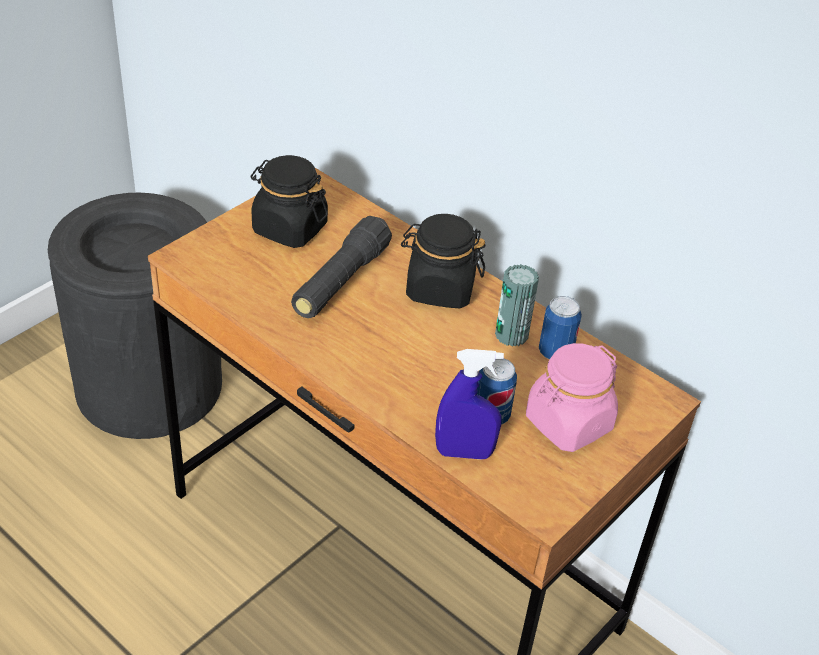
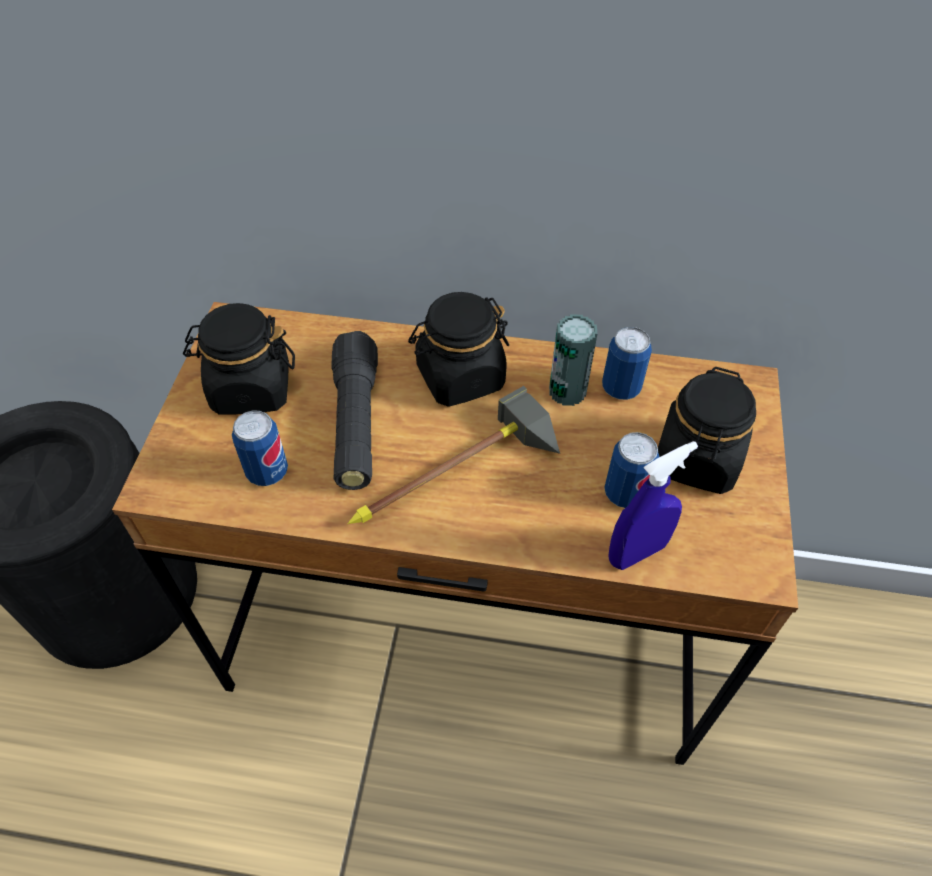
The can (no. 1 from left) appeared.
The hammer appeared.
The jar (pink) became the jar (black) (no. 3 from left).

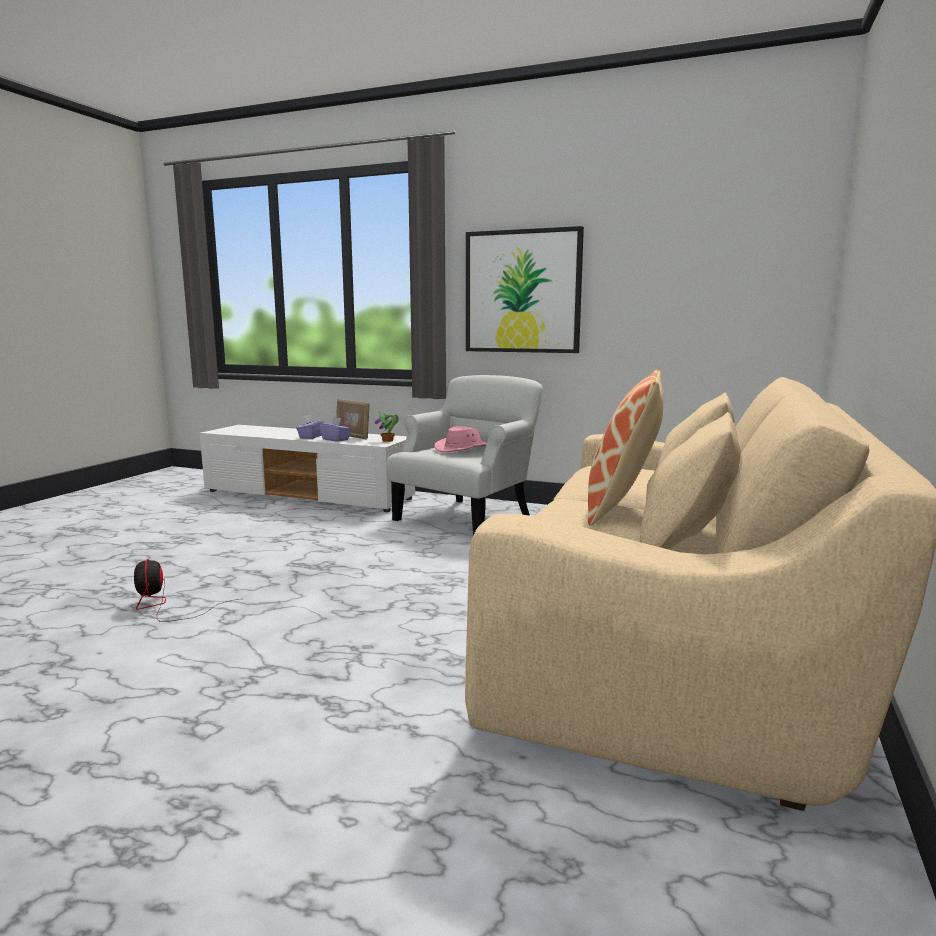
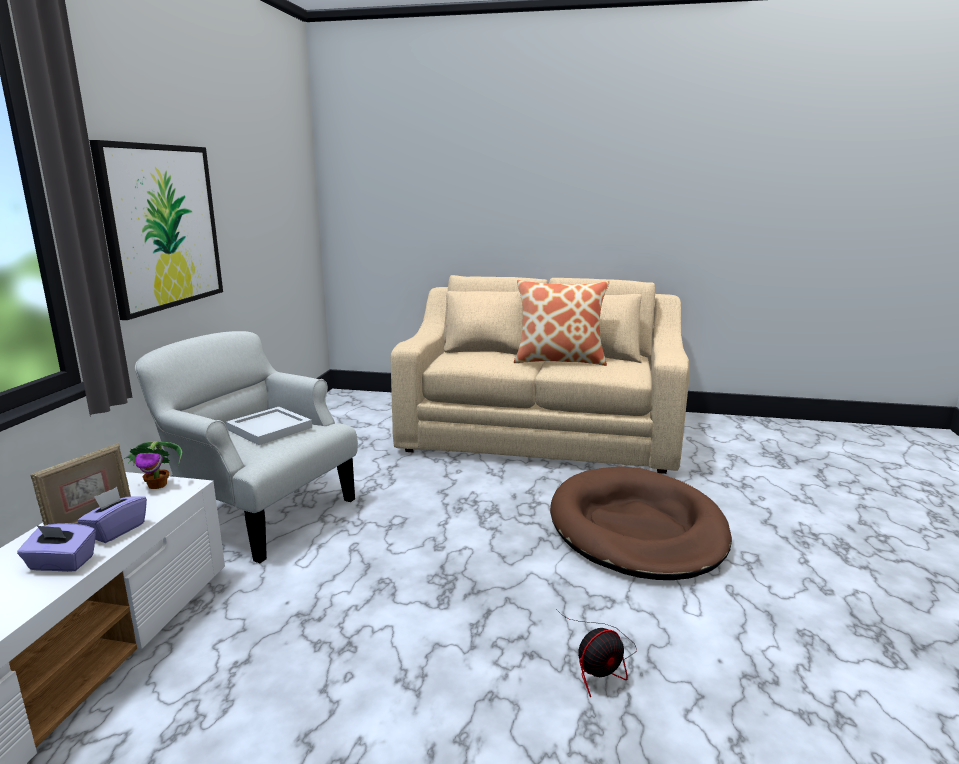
The hat (pink) was replaced by the tray (white).
The dog bed (brown) appeared.

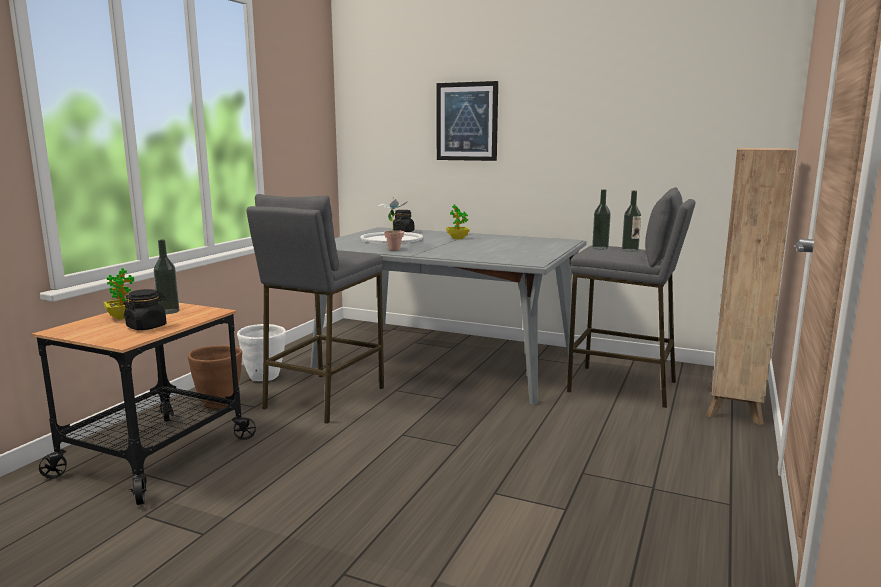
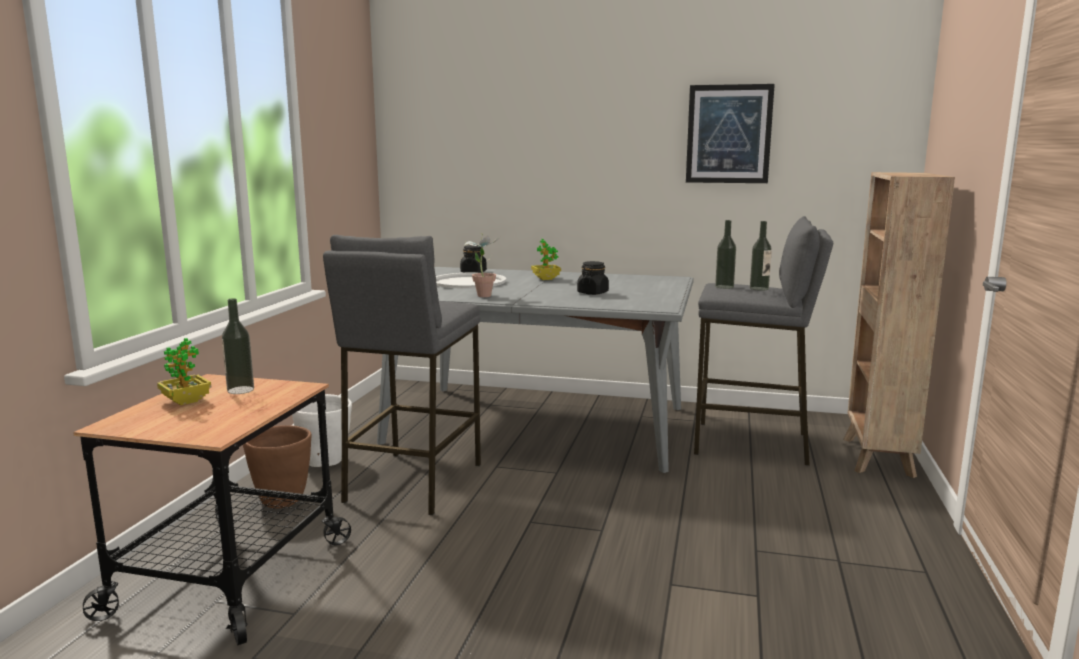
The jar (black) (no. 1 from left in the first image) moved.
The picture moved.

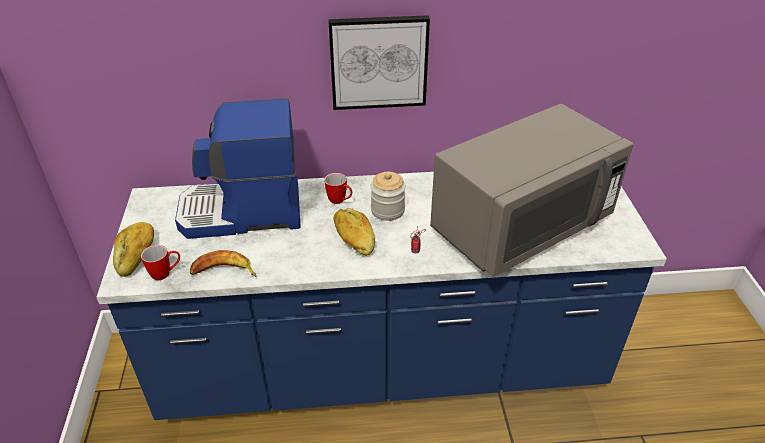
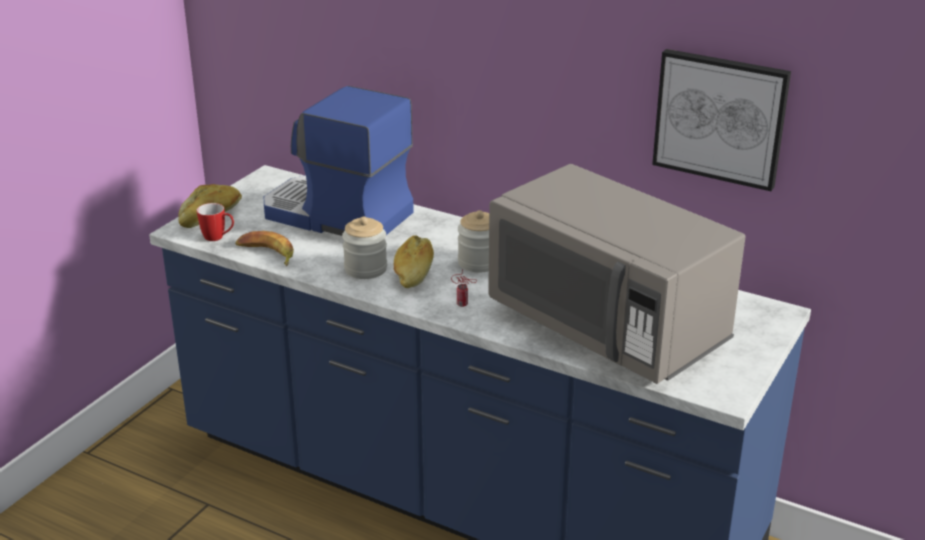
The jar (no. 1 from left) appeared.
The microwave (grey) turned 45 degrees clockwise.
The picture moved.
The mug (no. 2 from left) disappeared.

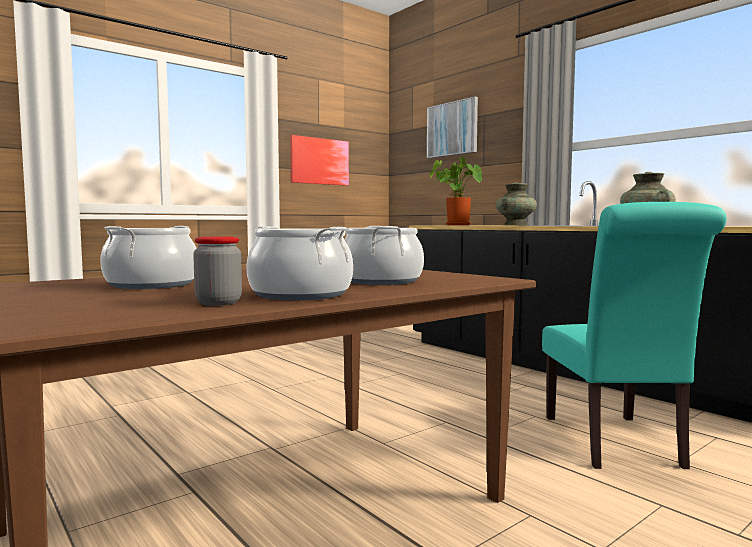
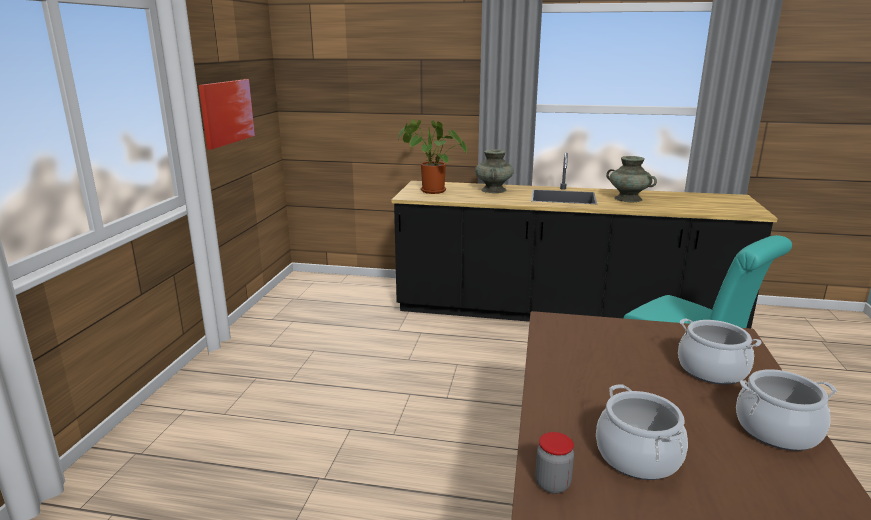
The jar moved.
The picture (no. 2 from left) disappeared.

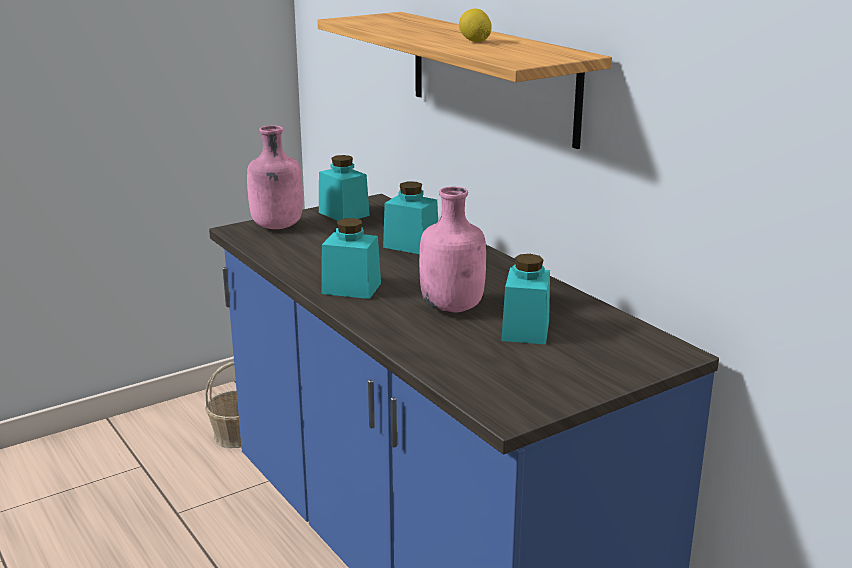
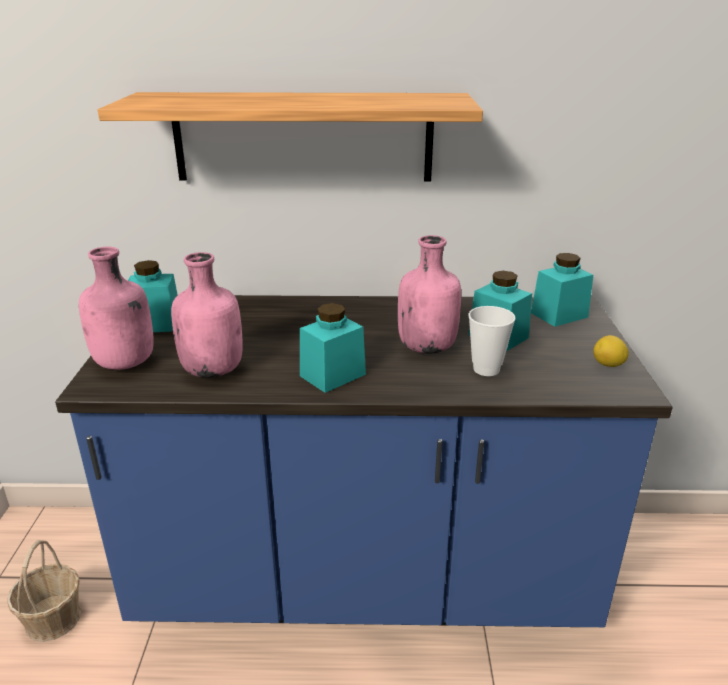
The bottle (pink) (no. 2 from left) appeared.
The cup appeared.
The jar (turquoise) (no. 3 from left in the first image) moved.
The lemon moved.

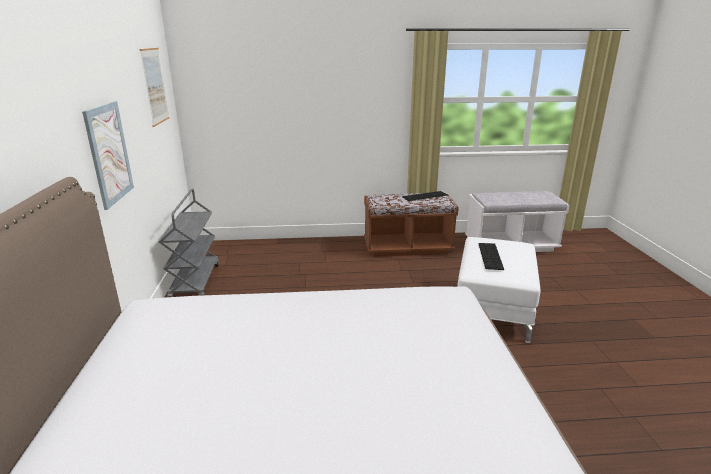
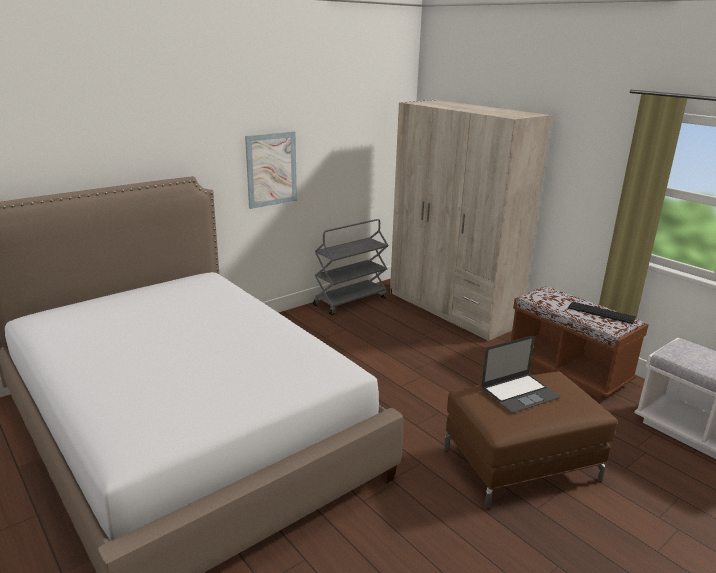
The wardrobe (beige) appeared.
The ottoman (white) became the ottoman (brown).
The keyboard (no. 2 from left) was replaced by the laptop.
The picture (no. 2 from left) disappeared.

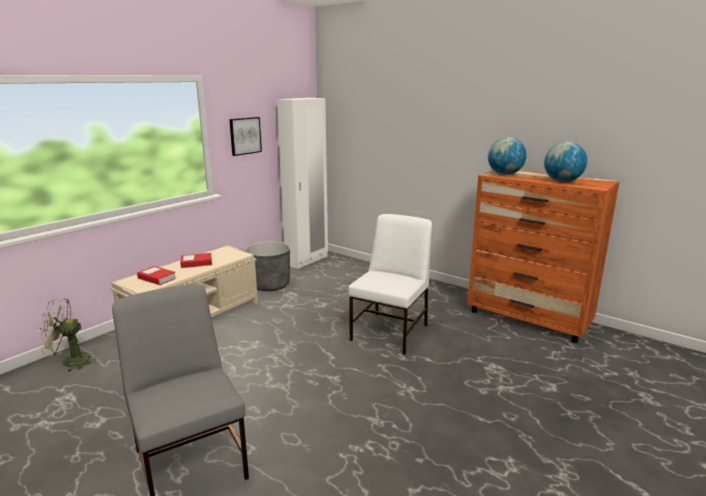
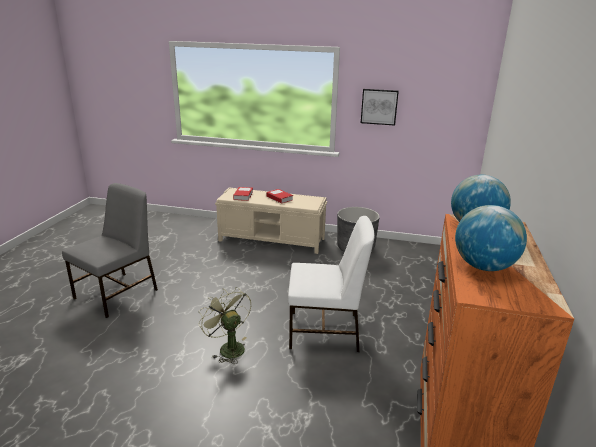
The fan (green) moved.
The wardrobe (white) disappeared.

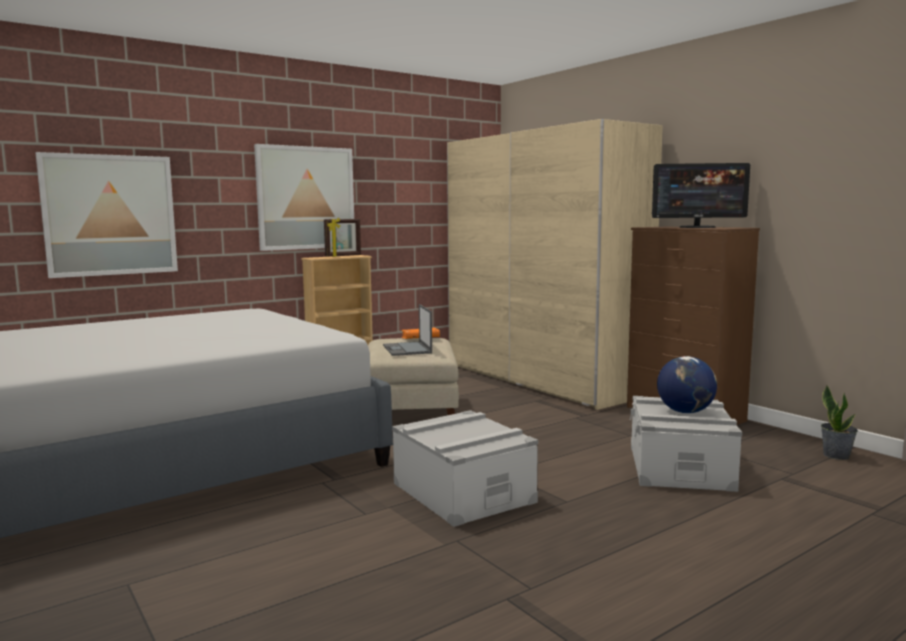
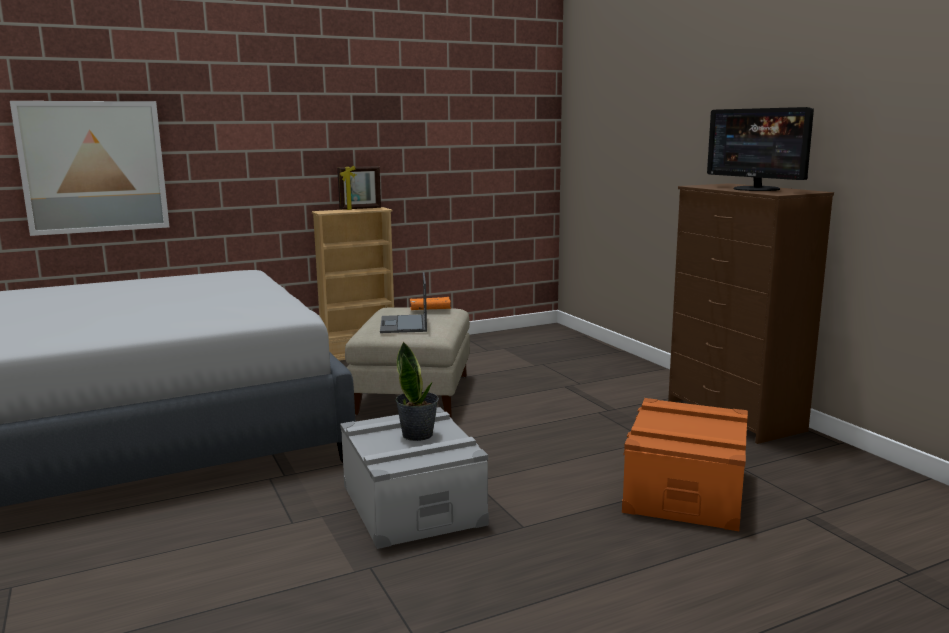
The potted plant moved.
The storage box (grey) (no. 2 from left) became the storage box (orange).
The monitor turned 45 degrees clockwise.
The picture (no. 2 from left) disappeared.
The wardrobe (beige) disappeared.
The globe disappeared.

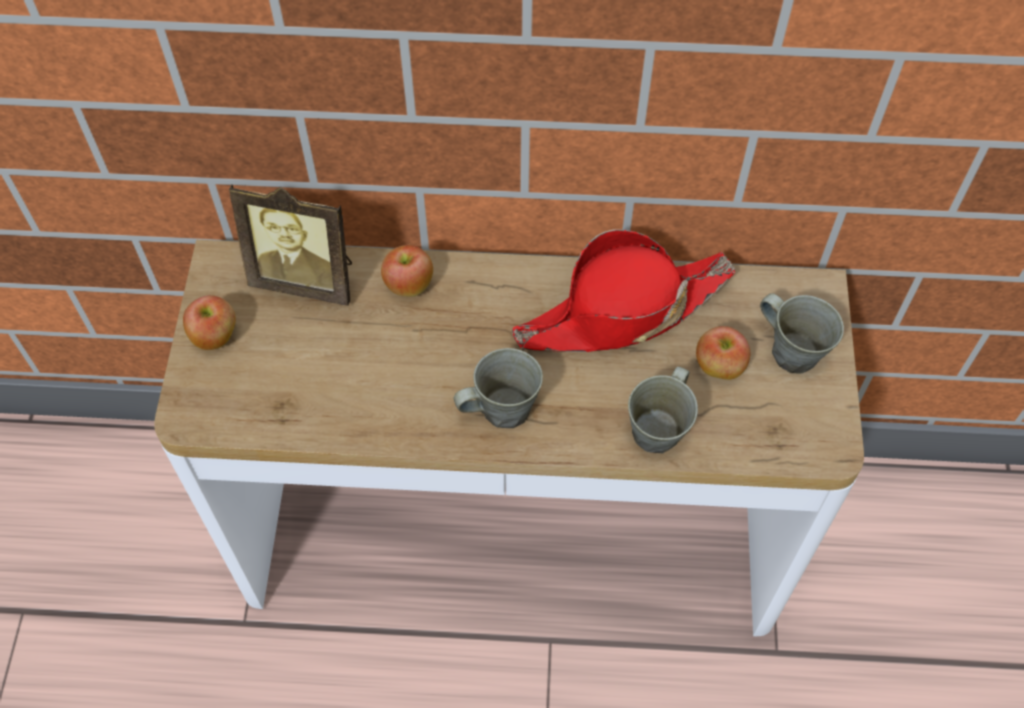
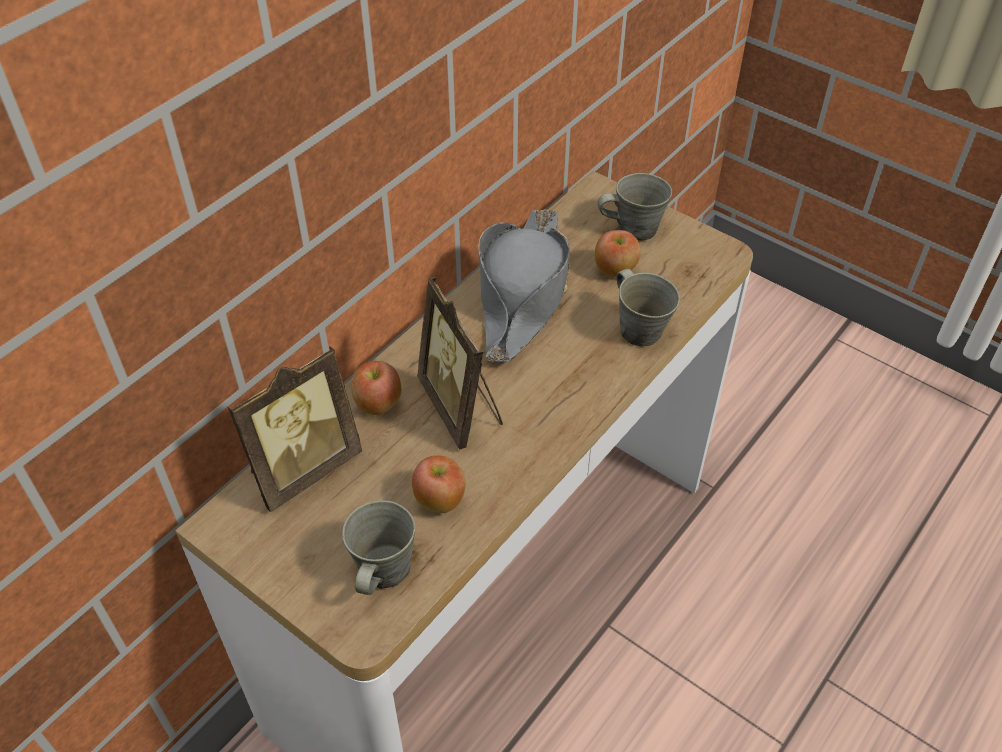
The mug (grey) (no. 1 from left) moved.
The apple (no. 1 from left in the first image) moved.
The picture frame (no. 2 from left) appeared.
The hat (red) became the hat (grey).

